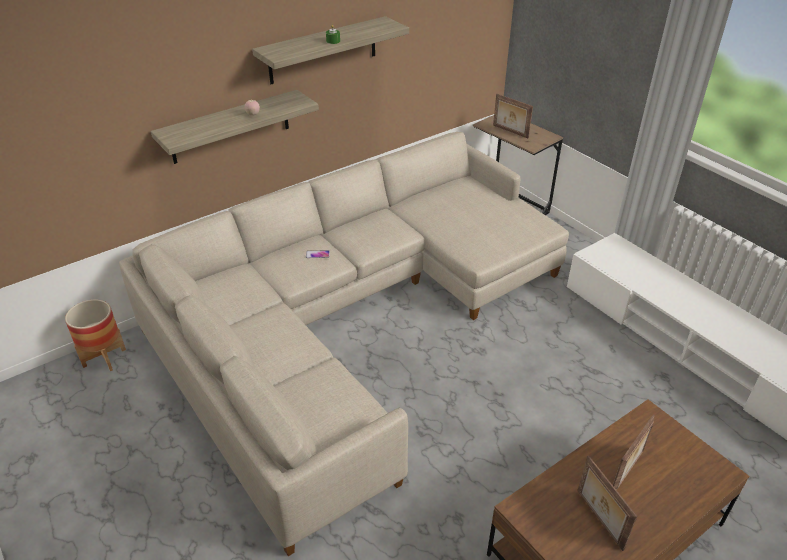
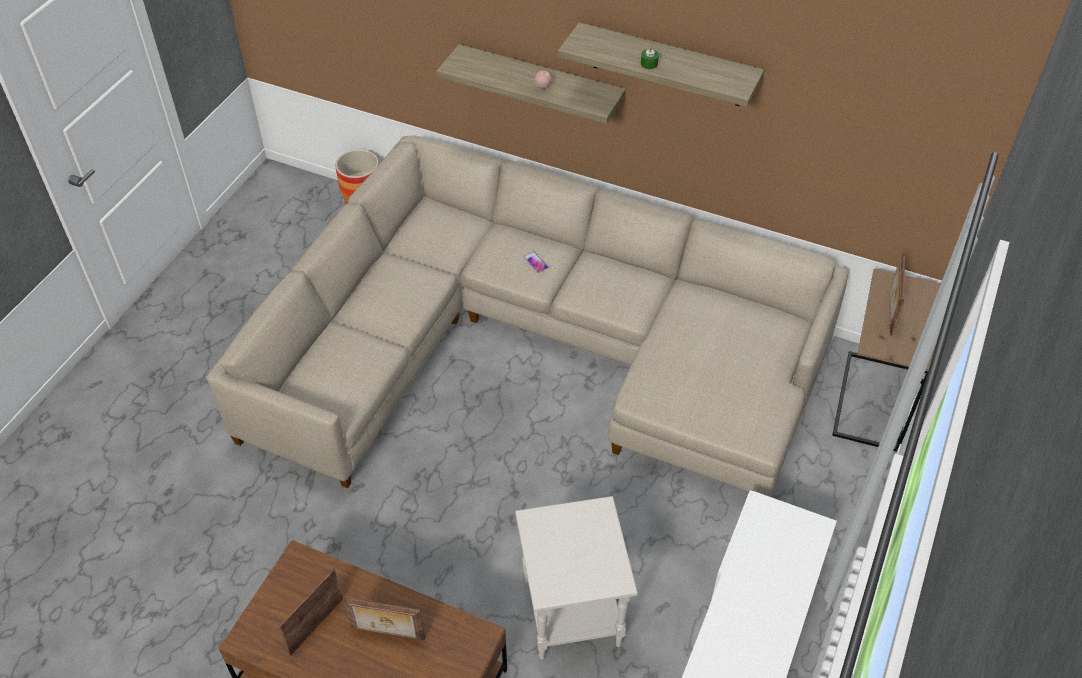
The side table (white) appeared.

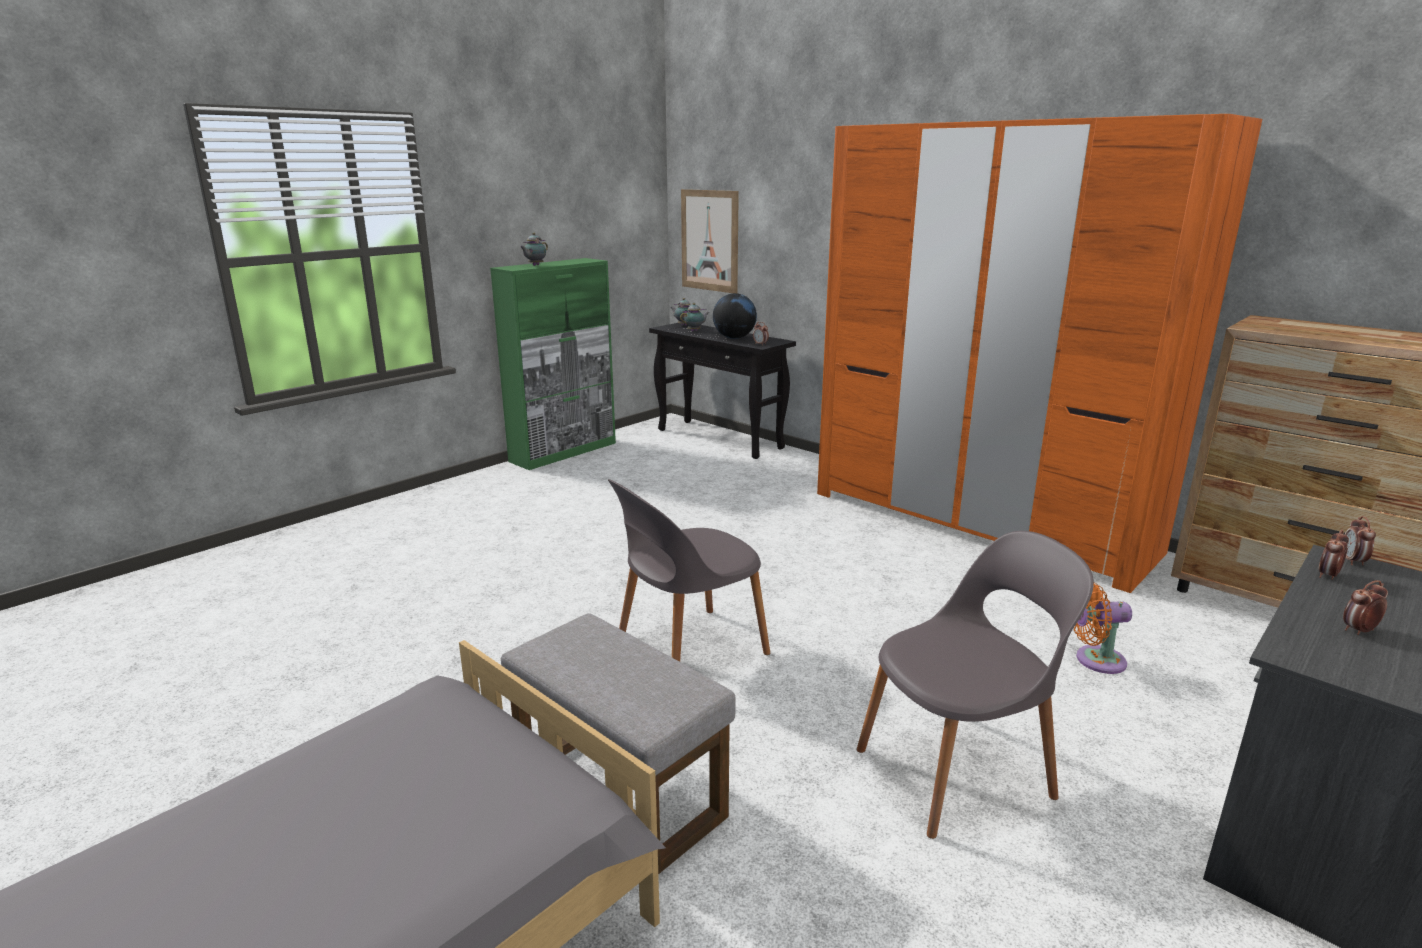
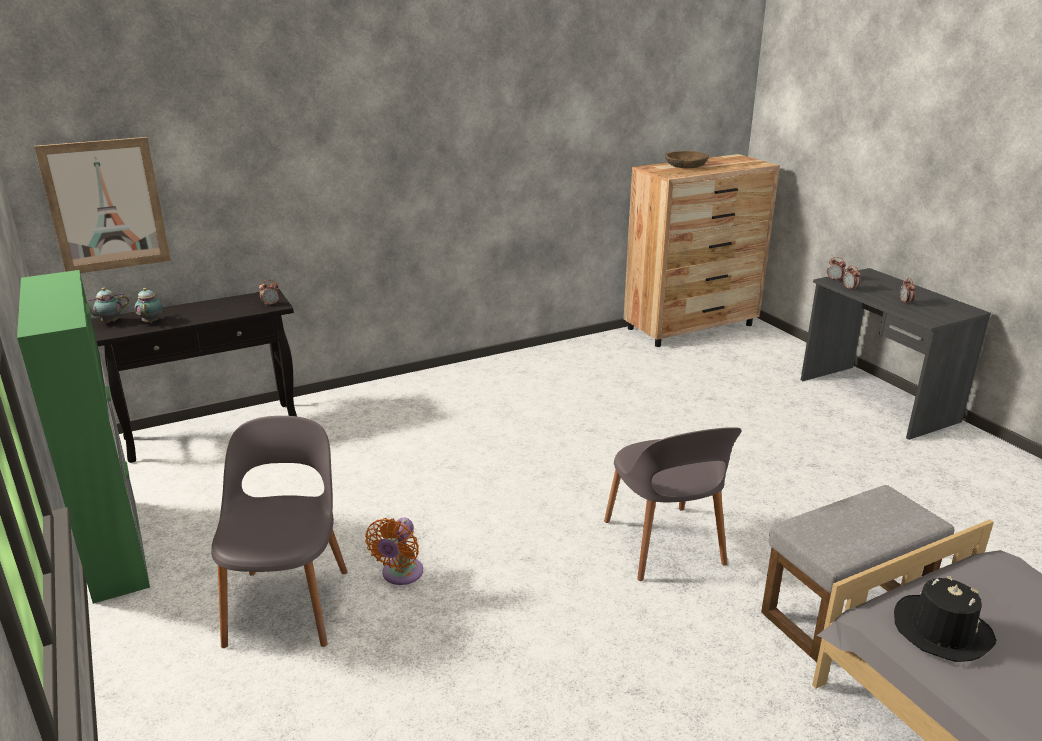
The chair (grey) (no. 2 from left in the first image) moved.
The fan (orange) moved.
The bowl (brown) appeared.
The hat (black) appeared.
The teapot (no. 1 from left) disappeared.
The globe disappeared.
The wardrobe (orange) disappeared.

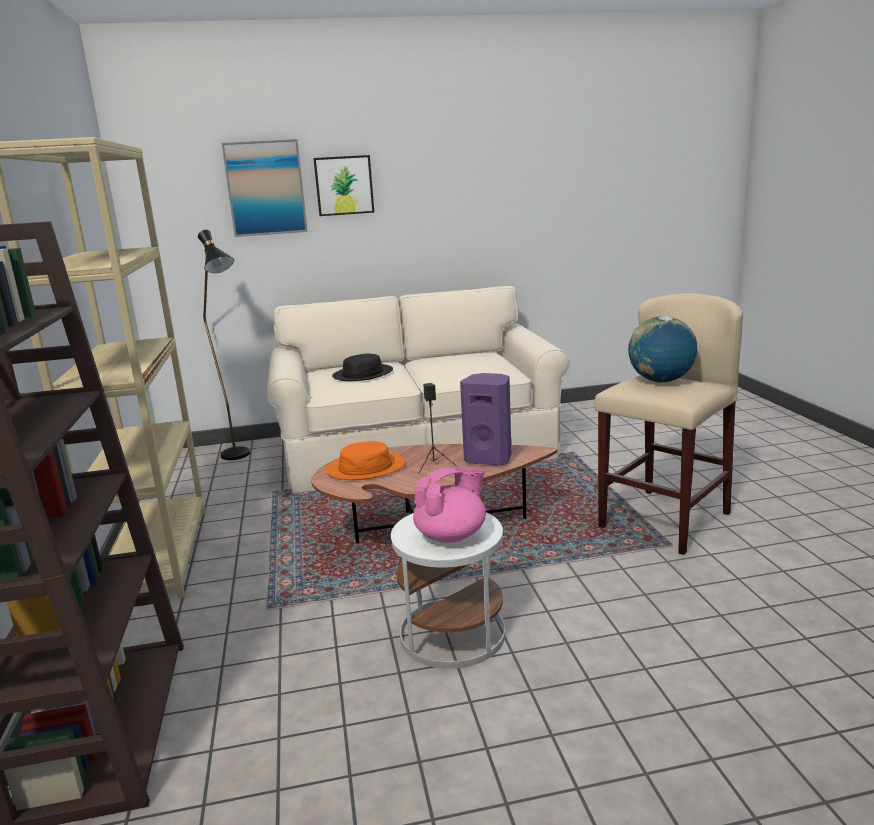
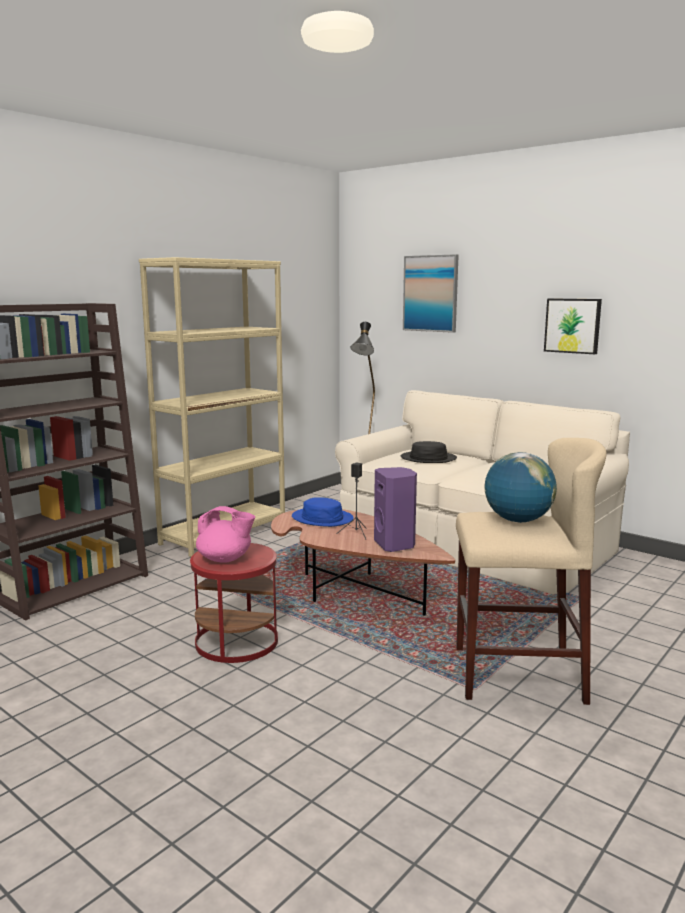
The side table (white) became the side table (red).
The hat (orange) became the hat (blue).
The picture (no. 2 from left) moved.

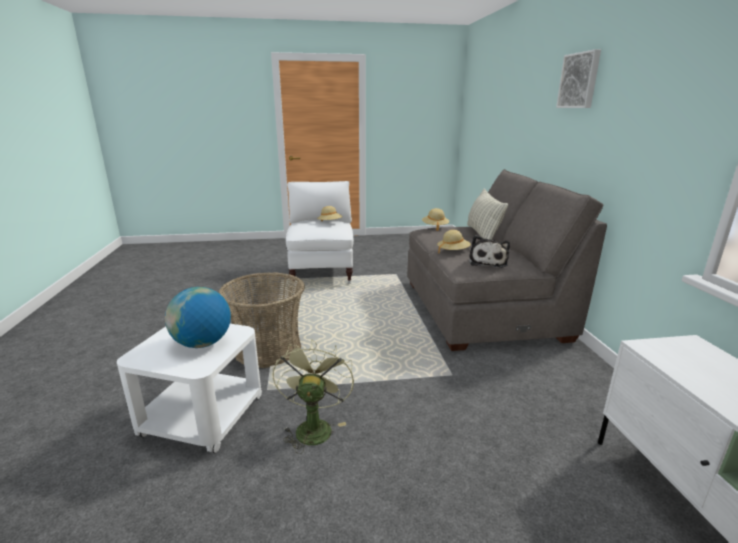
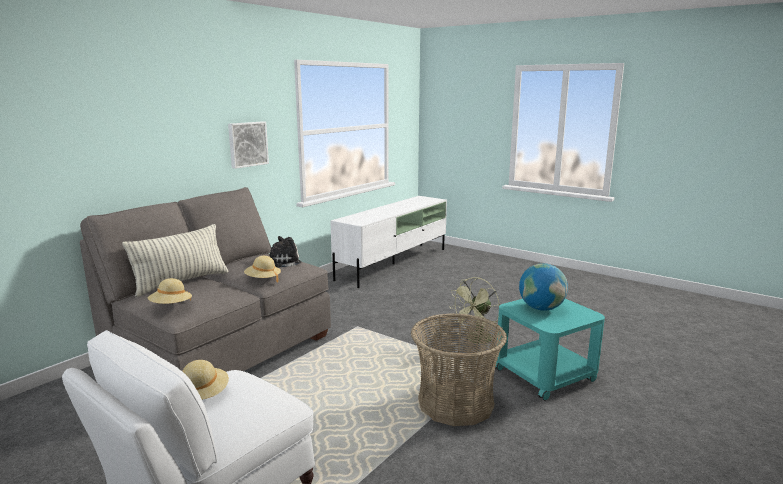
The picture moved.
The side table (white) became the side table (turquoise).

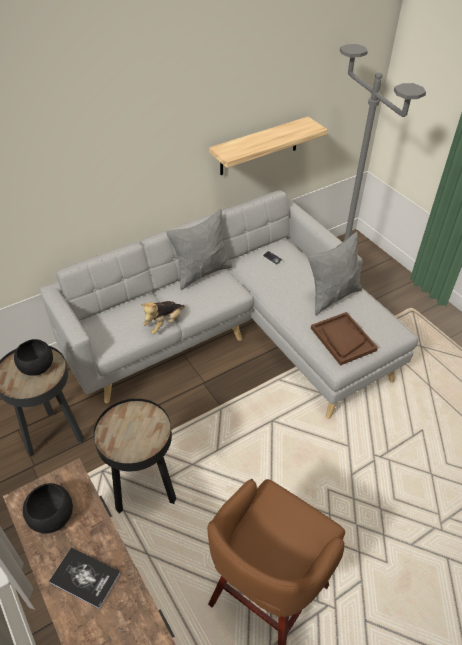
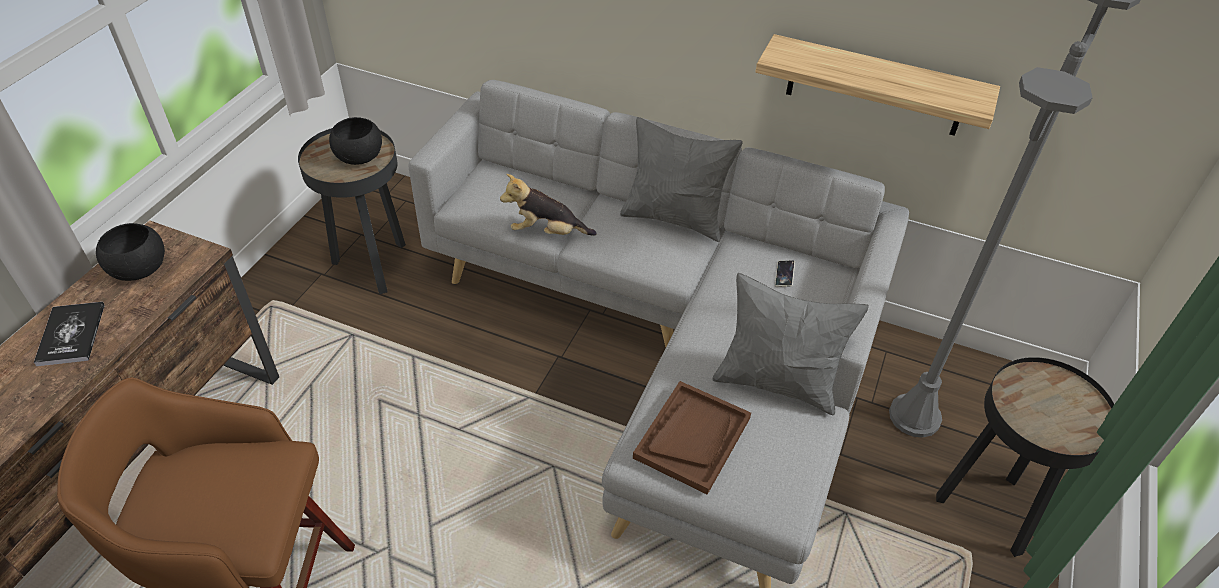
The side table (black) (no. 2 from left) moved.

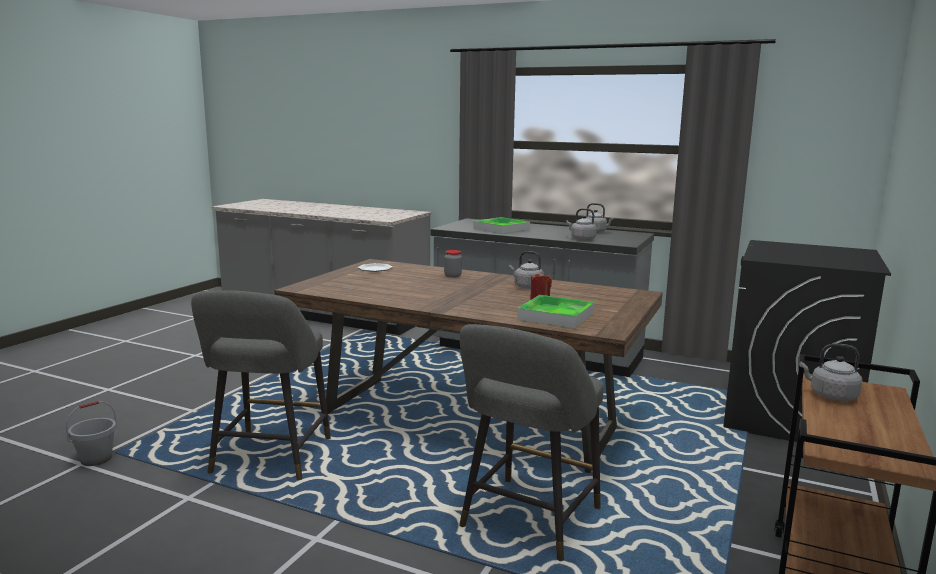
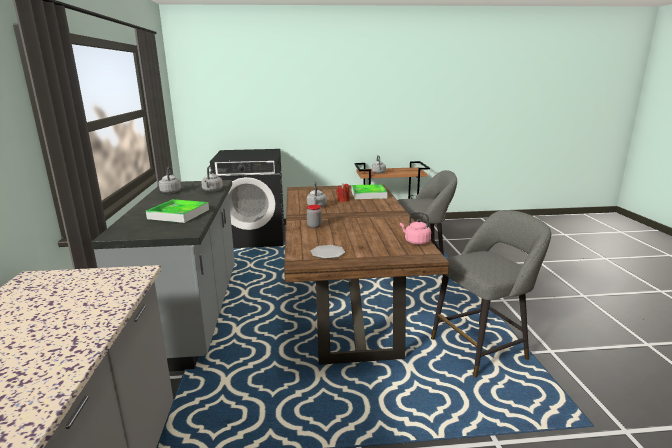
The kettle (pink) appeared.
The bucket (grey) disappeared.

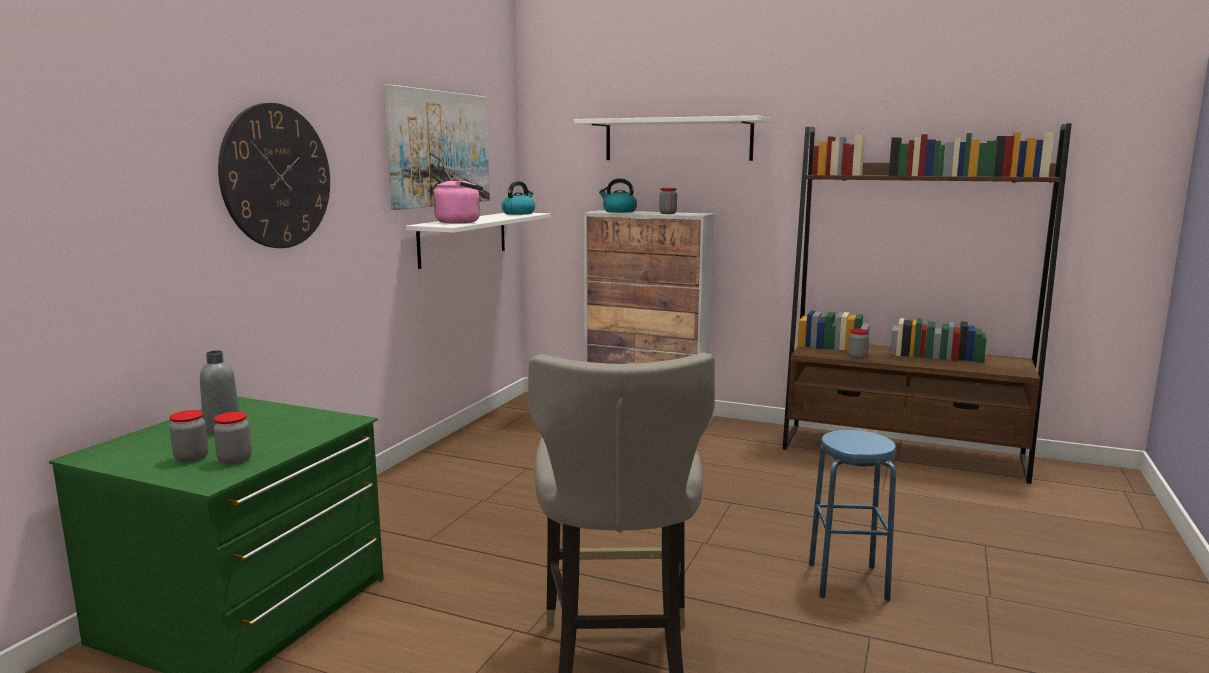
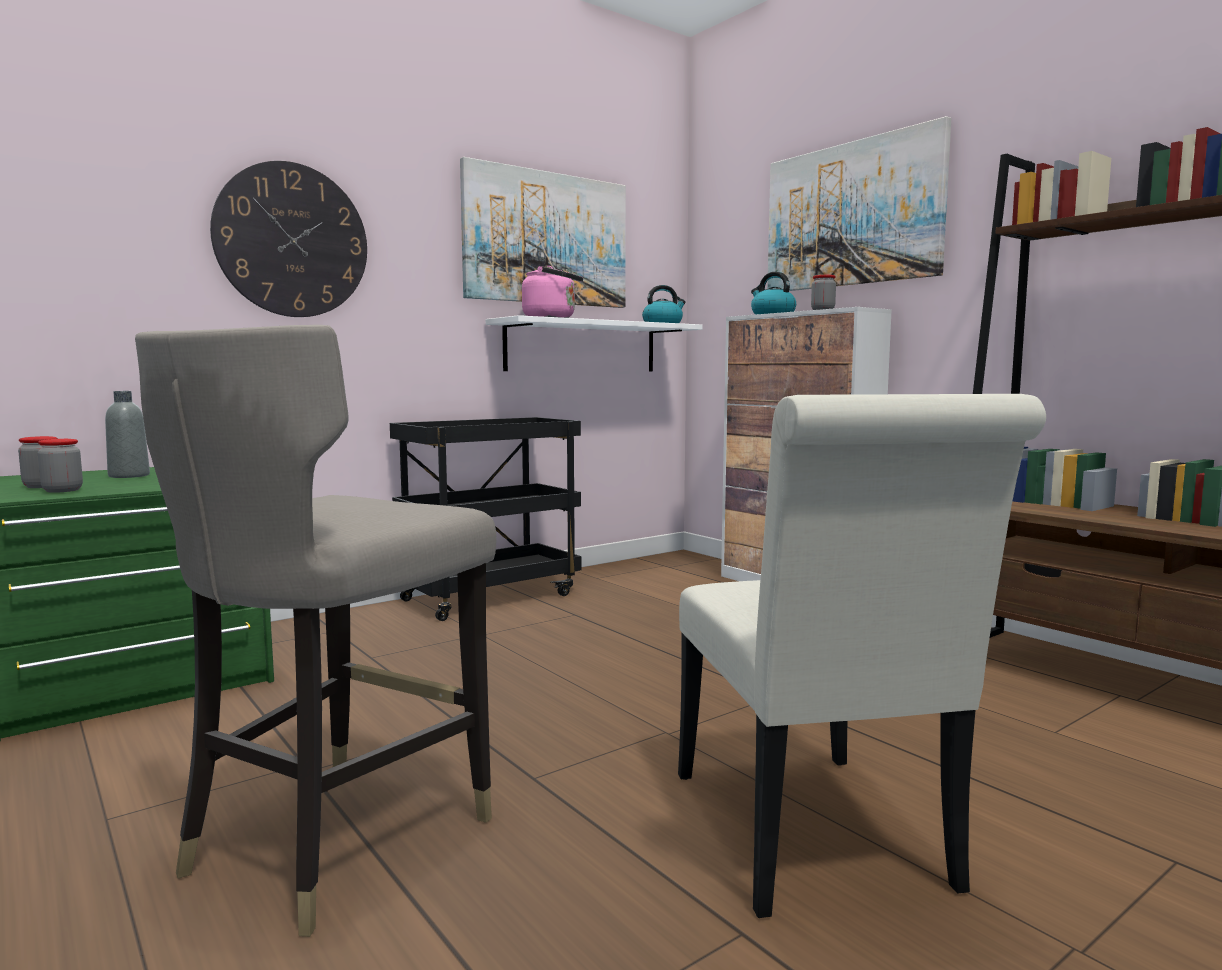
The cart (black) appeared.
The stool (blue) was replaced by the chair (white).
The shelf (white) (no. 2 from left) was replaced by the picture (no. 2 from left).
The jar (no. 4 from left) disappeared.

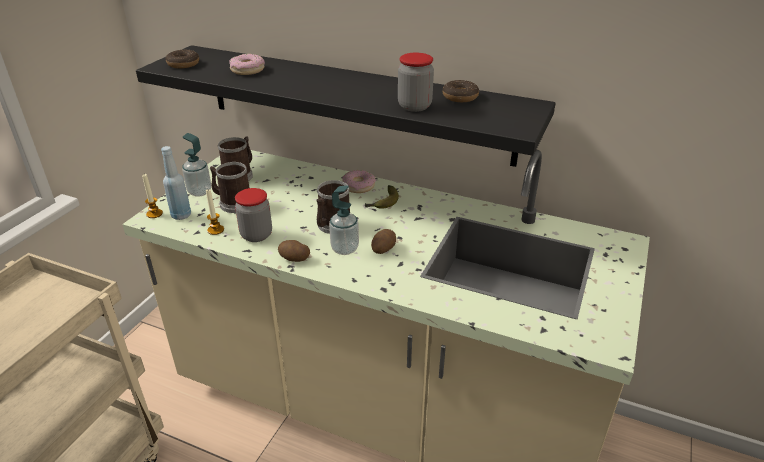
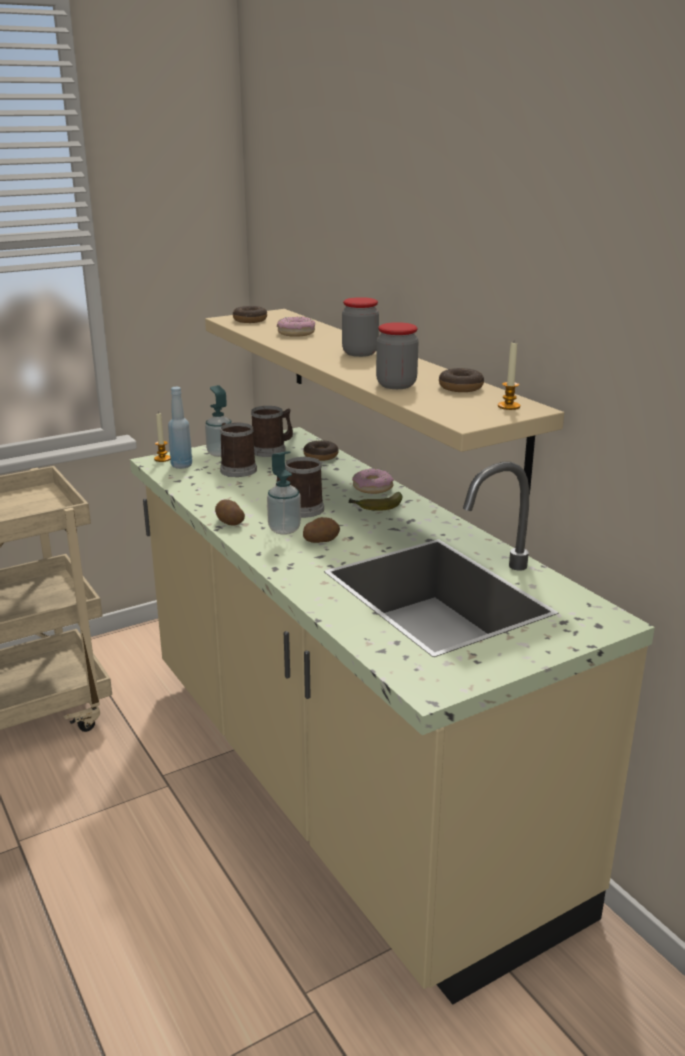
The shelf (black) became the shelf (beige).
The donut (no. 3 from left) appeared.
The jar (no. 1 from left) moved.
The candle (no. 2 from left) moved.

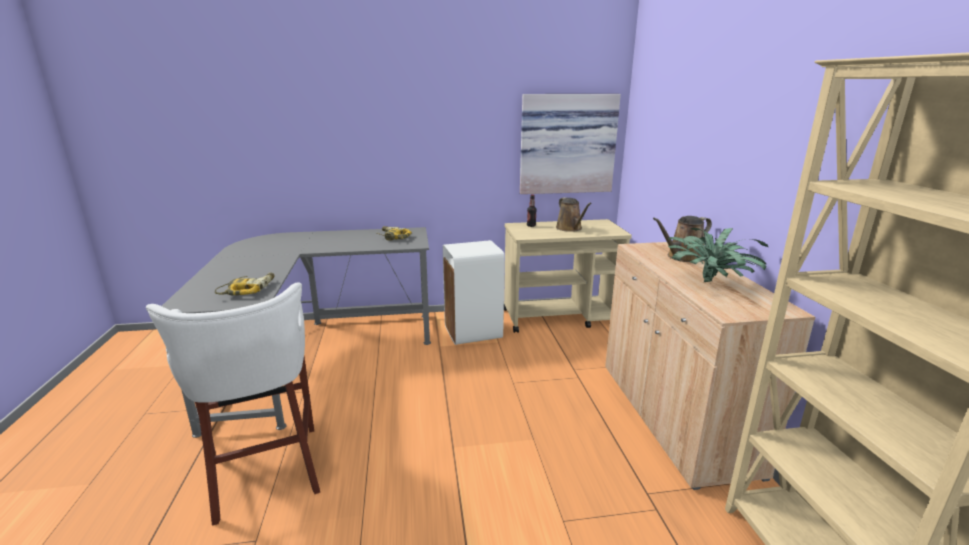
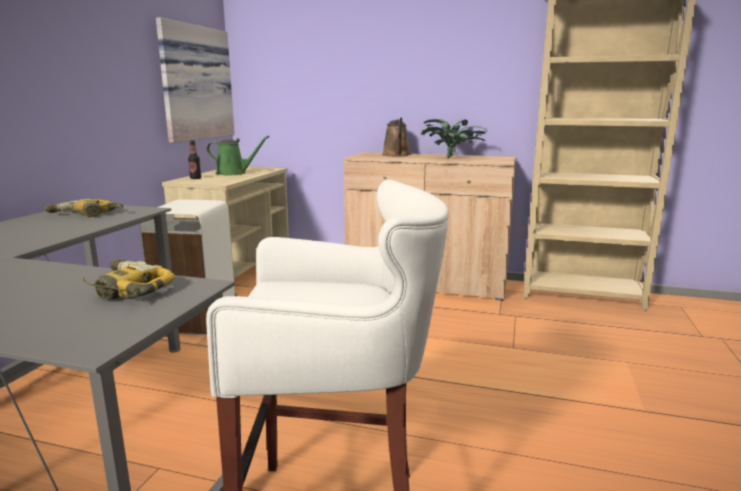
The watering can (brown) (no. 1 from left) became the watering can (green).

